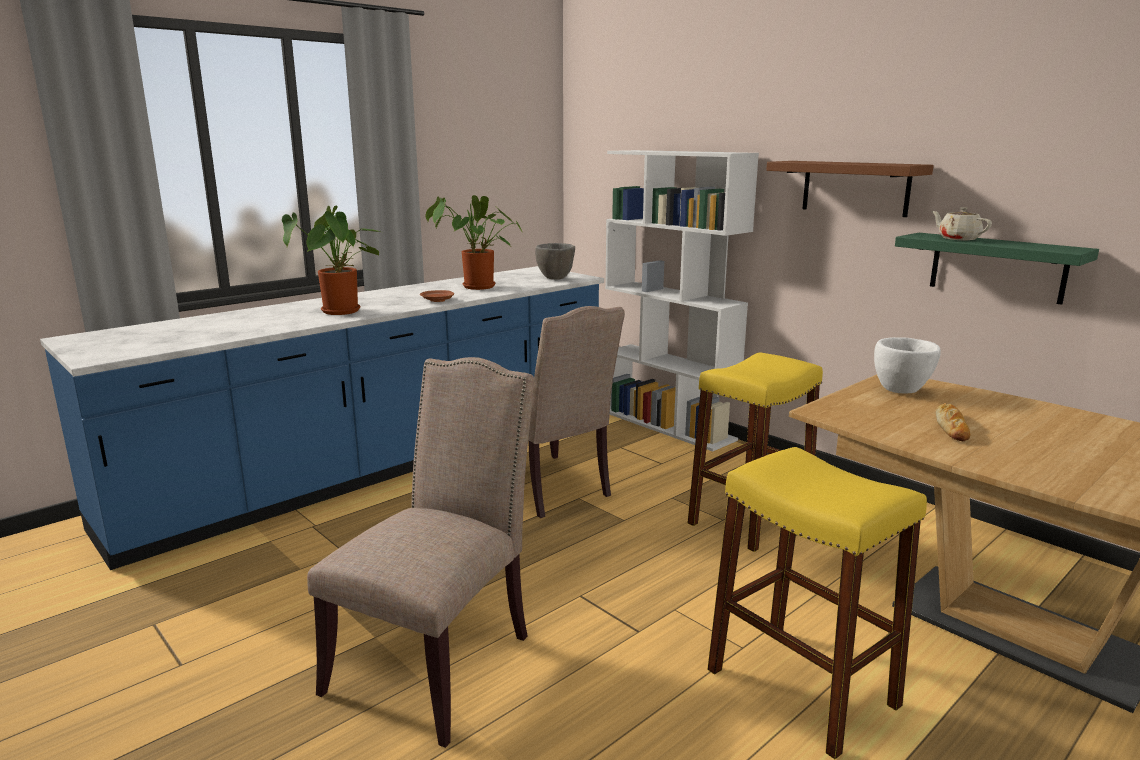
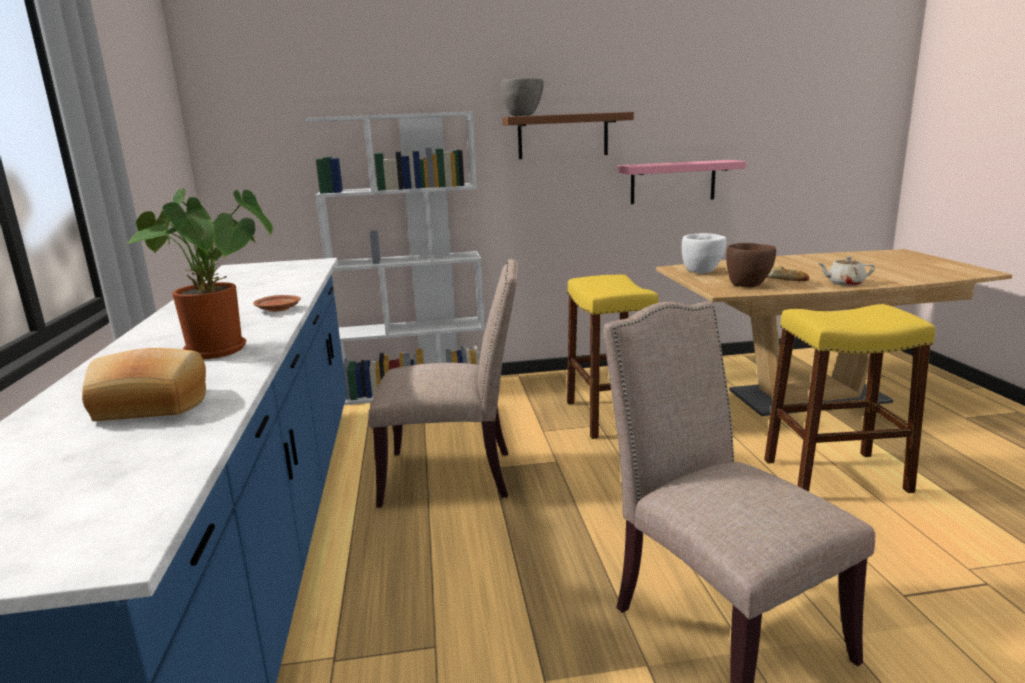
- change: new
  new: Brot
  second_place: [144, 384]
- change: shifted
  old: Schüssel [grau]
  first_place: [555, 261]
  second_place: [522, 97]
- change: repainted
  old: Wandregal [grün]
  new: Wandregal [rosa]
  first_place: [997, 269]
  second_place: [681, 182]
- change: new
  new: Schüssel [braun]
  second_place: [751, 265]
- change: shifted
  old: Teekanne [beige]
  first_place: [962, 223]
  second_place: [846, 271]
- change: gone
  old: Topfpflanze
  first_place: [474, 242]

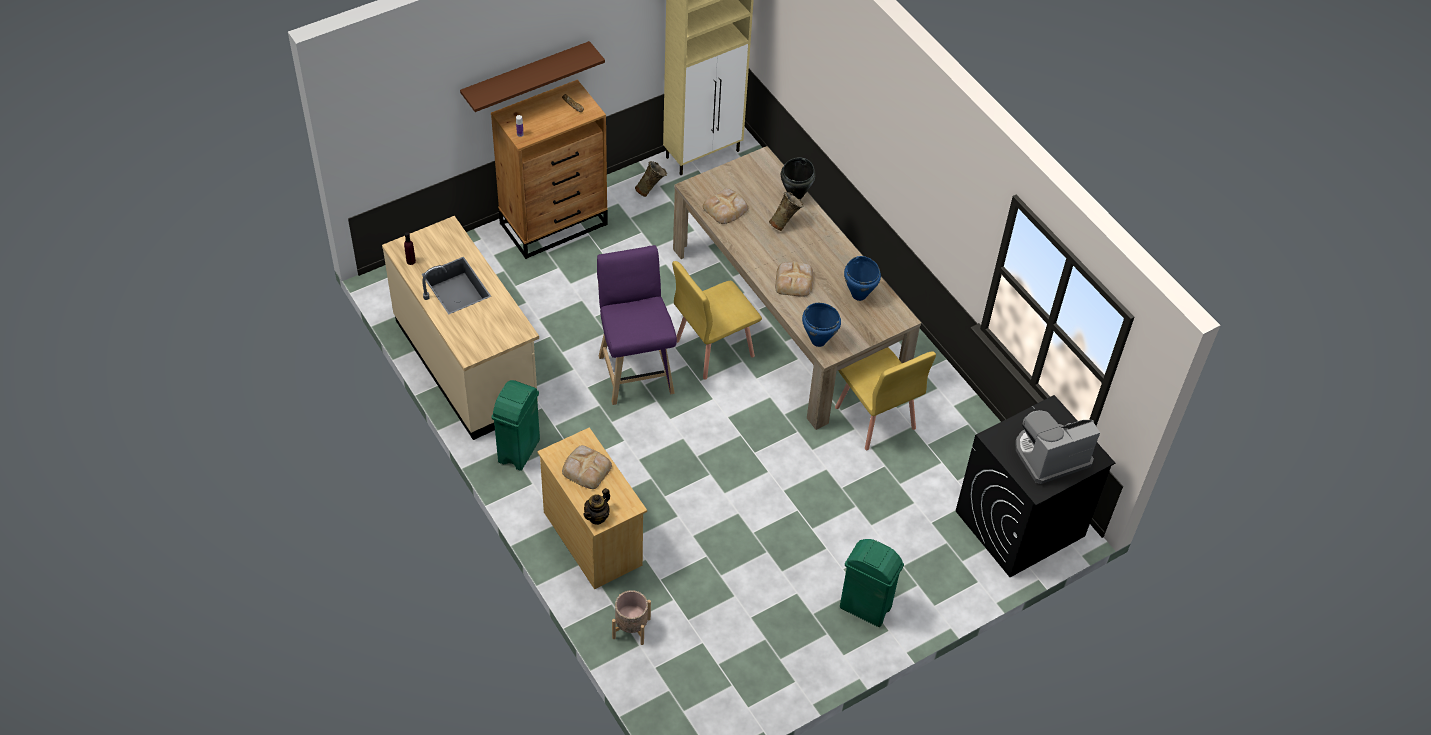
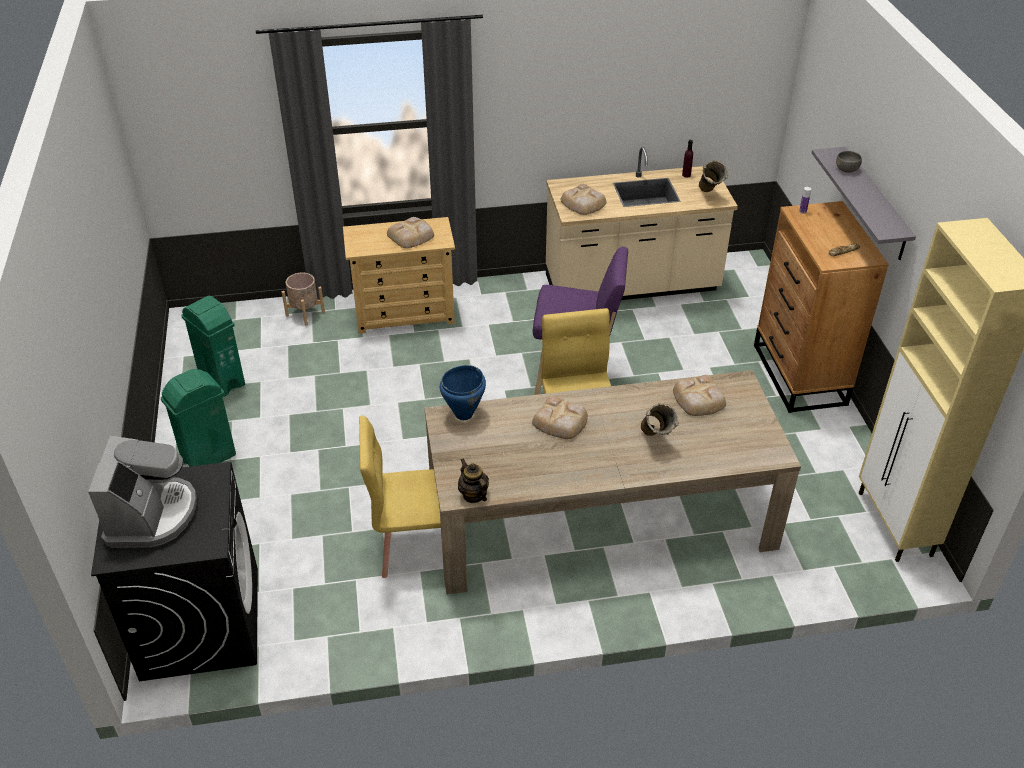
- change: shifted
  old: Mülleimer [grün]
  first_place: [515, 425]
  second_place: [213, 346]
- change: shifted
  old: Teekanne
  first_place: [596, 506]
  second_place: [473, 480]
- change: new
  new: Brot
  second_place: [583, 199]
- change: shifted
  old: Vase [beige]
  first_place: [651, 179]
  second_place: [713, 176]
- change: repainted
  old: Wandregal [braun]
  new: Wandregal [grau]
  first_place: [532, 76]
  second_place: [864, 203]
- change: new
  new: Schüssel [grau]
  second_place: [849, 162]
- change: gone
  old: Kochtopf [schwarz]
  first_place: [798, 178]
- change: gone
  old: Kochtopf [blau]
  first_place: [862, 278]

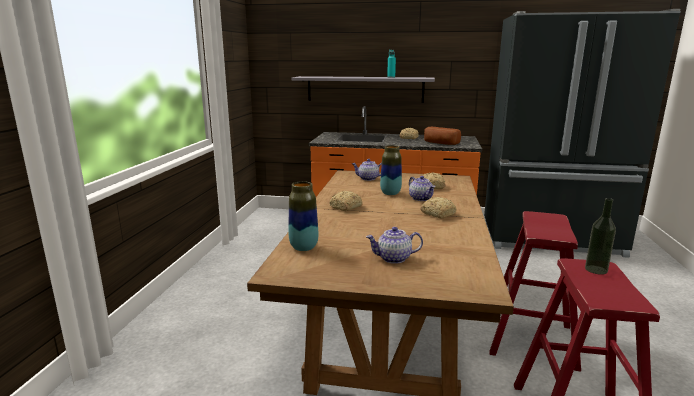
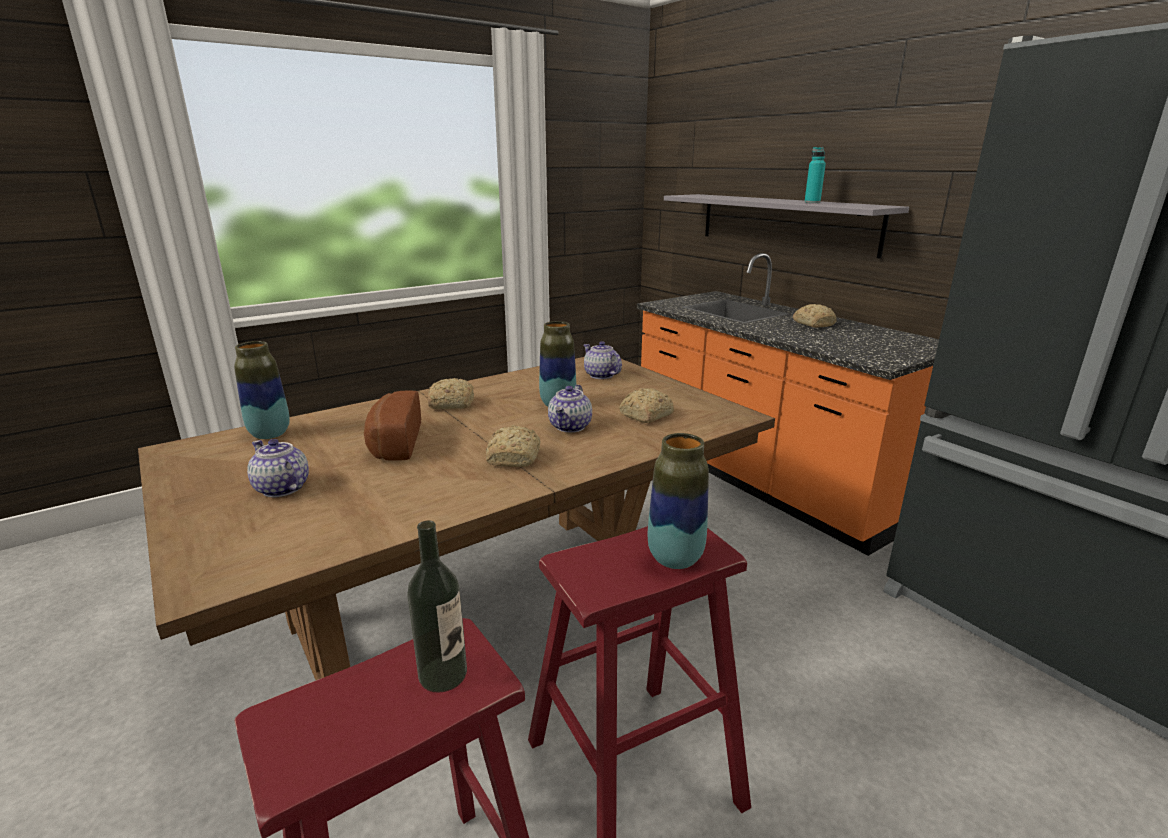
- change: shifted
  old: Brot
  first_place: [442, 136]
  second_place: [392, 425]
- change: new
  new: Vase
  second_place: [678, 501]

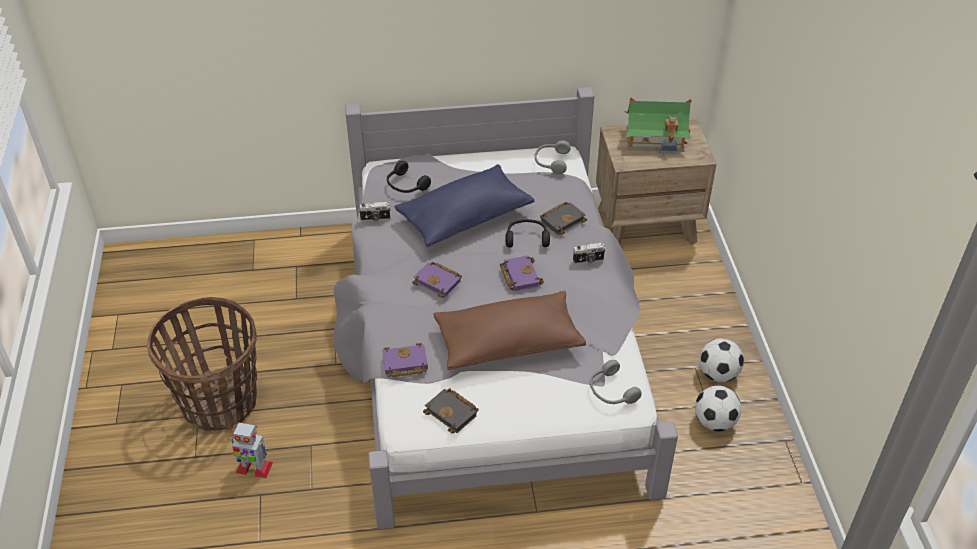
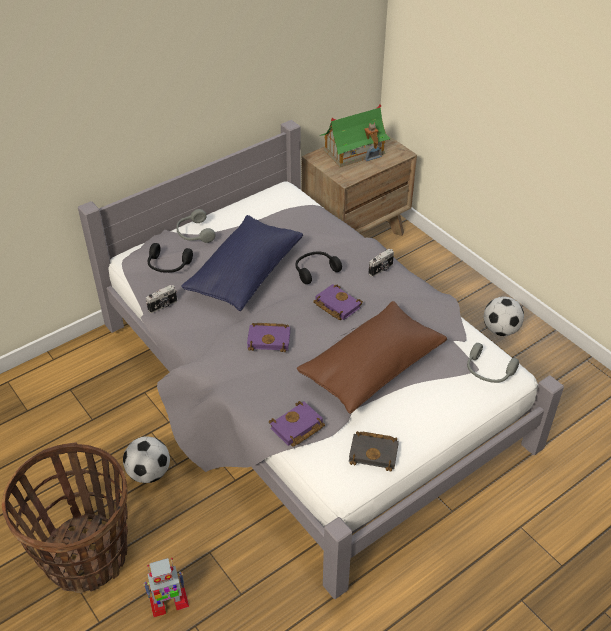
- change: shifted
  old: Fußball
  first_place: [718, 408]
  second_place: [146, 460]
- change: shifted
  old: Kopfhörer [grau]
  first_place: [553, 157]
  second_place: [196, 226]
- change: gone
  old: Buch [schwarz]
  first_place: [563, 218]

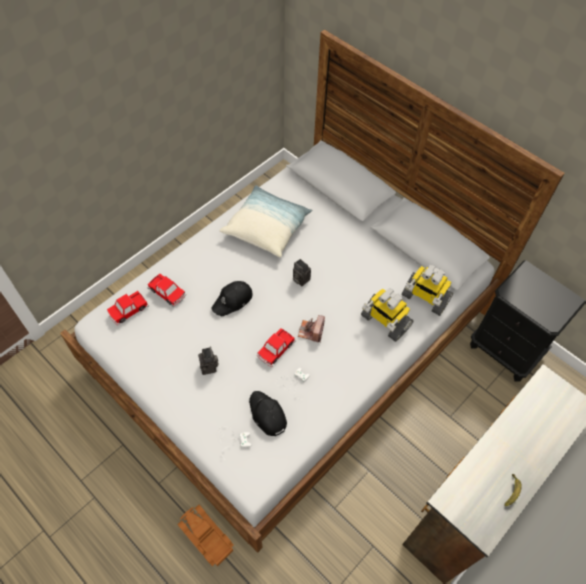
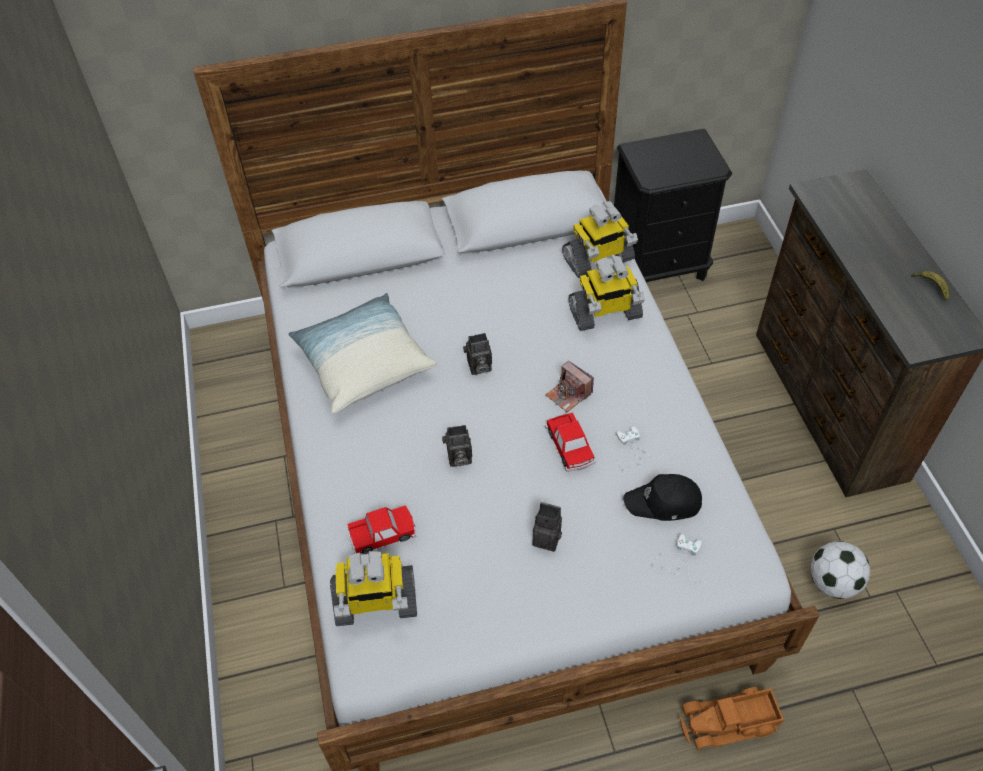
- change: swapped
  old: Spielzeugauto
  new: Spielzeugroboter
  first_place: [128, 308]
  second_place: [373, 588]
- change: swapped
  old: Kappe [schwarz]
  new: Kamera
  first_place: [232, 298]
  second_place: [457, 446]
- change: new
  new: Fußball
  second_place: [840, 570]

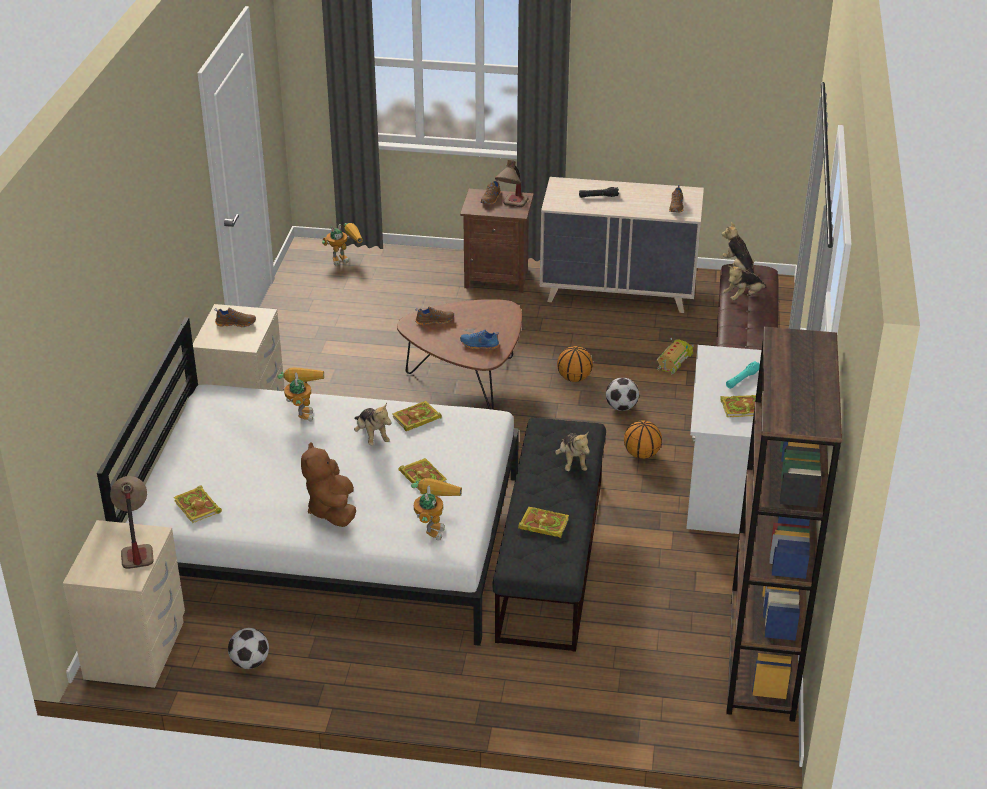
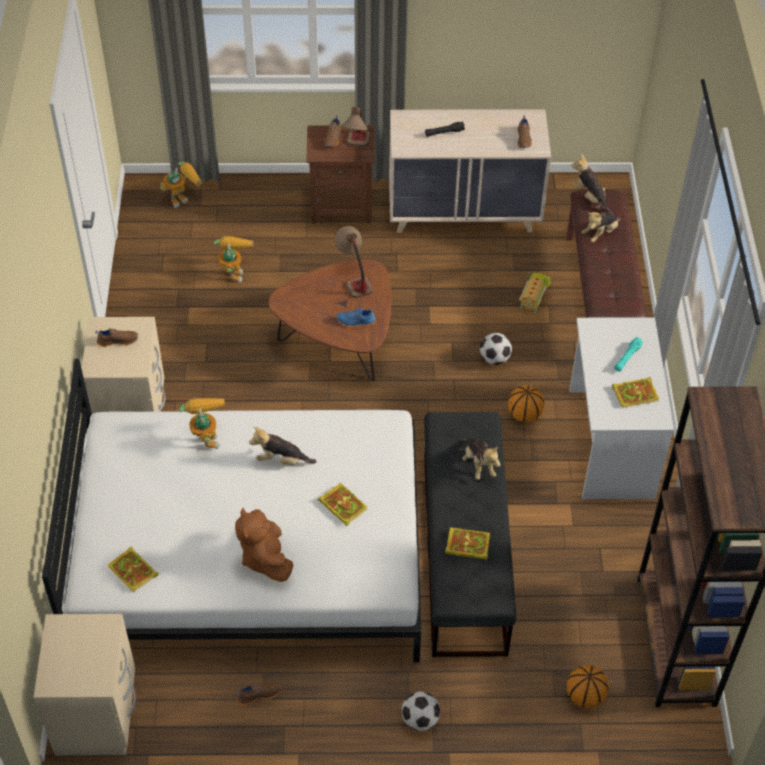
- change: shifted
  old: Spielzeugroboter
  first_place: [436, 509]
  second_place: [233, 259]
- change: shifted
  old: Schuh [braun]
  first_place: [434, 315]
  second_place: [258, 693]
- change: rotated
  old: Plüschtier
  first_place: [372, 424]
  second_place: [283, 446]
  degrees: 135
- change: shifted
  old: Tischlampe
  first_place: [131, 522]
  second_place: [354, 262]
- change: shifted
  old: Fußball
  first_place: [248, 648]
  second_place: [421, 711]
- change: shifted
  old: Basketball
  first_place: [575, 364]
  second_place: [588, 686]
- change: gone
  old: Buch
  first_place: [417, 416]

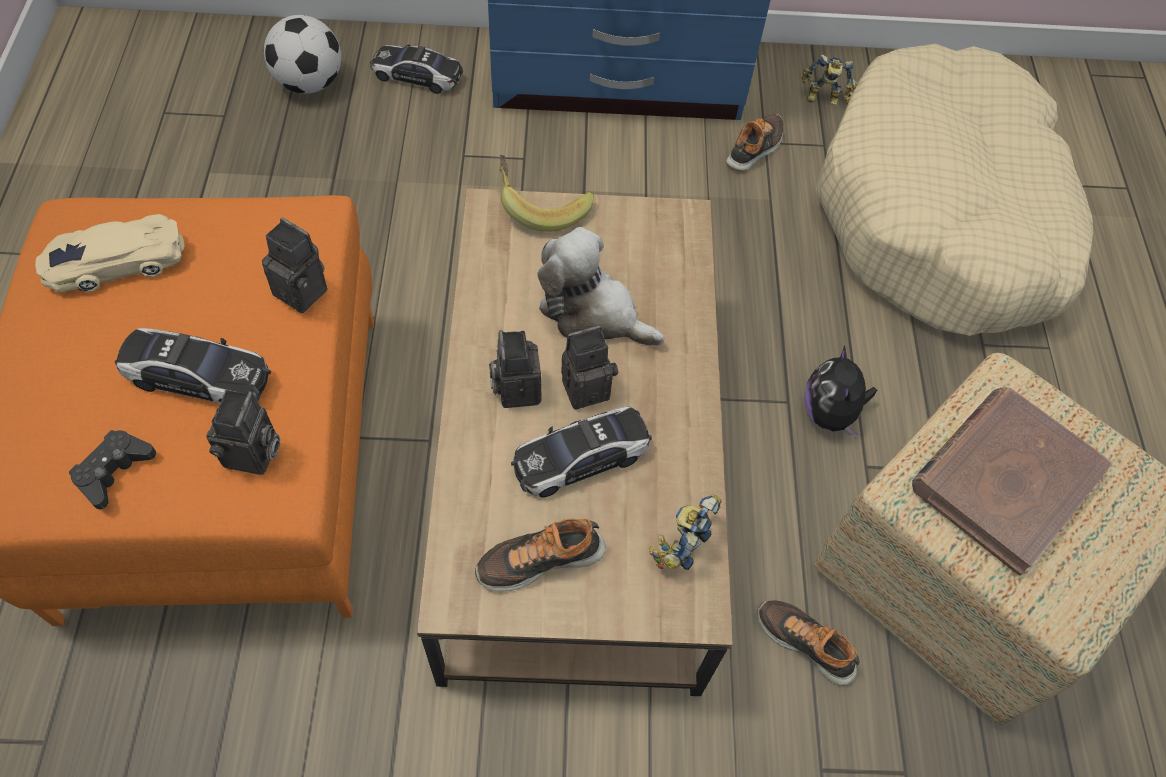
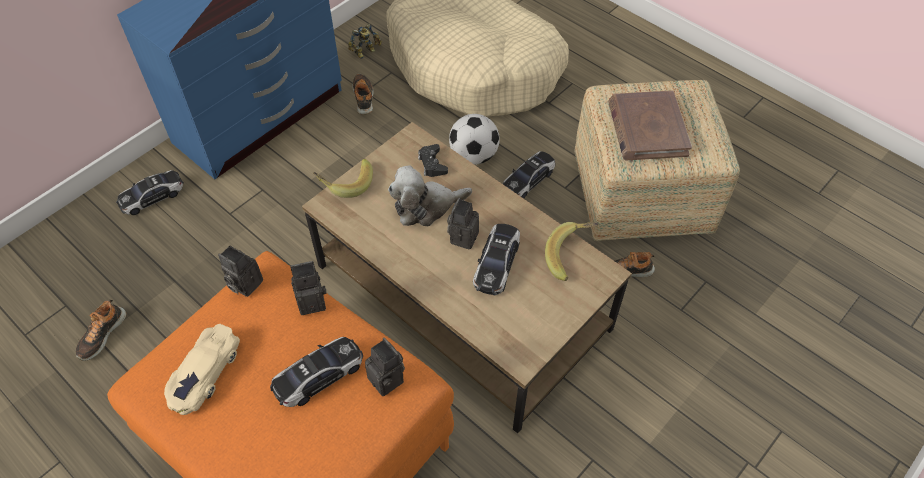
- change: shifted
  old: Schuh
  first_place: [540, 555]
  second_place: [101, 330]
- change: shifted
  old: Kamera
  first_place: [515, 369]
  second_place: [240, 271]
- change: shifted
  old: Gamepad [schwarz]
  first_place: [112, 469]
  second_place: [433, 160]
- change: shifted
  old: Fußball
  first_place: [302, 54]
  second_place: [474, 139]
- change: swapped
  old: Plüschtier
  new: Spielzeugauto
  first_place: [840, 392]
  second_place: [528, 175]
- change: swapped
  old: Spielzeugroboter
  new: Banane
  first_place: [685, 532]
  second_place: [571, 251]

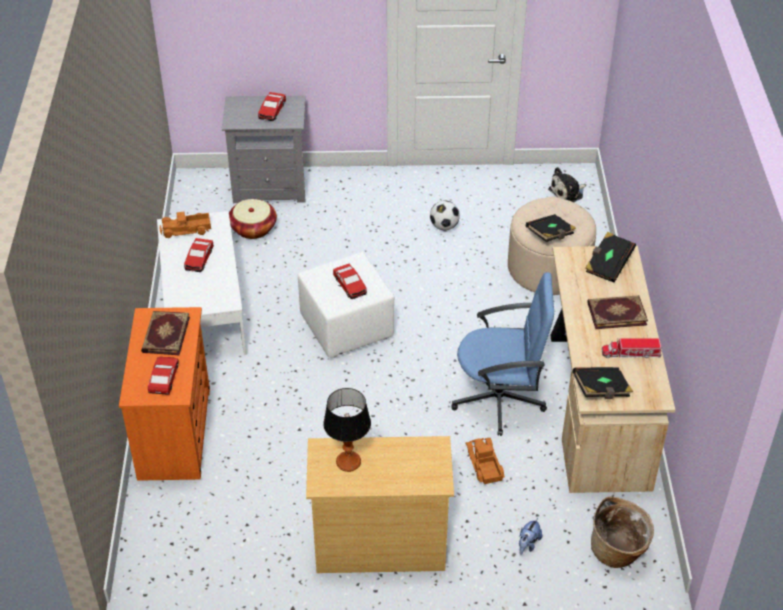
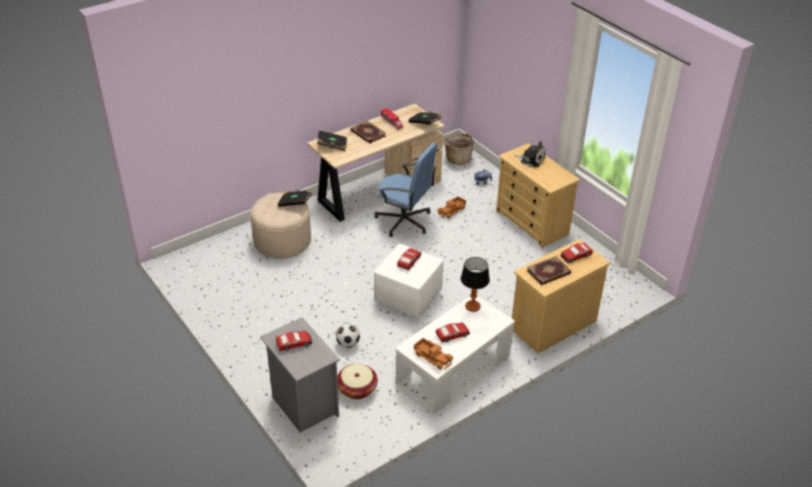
- change: shifted
  old: Fußball
  first_place: [445, 215]
  second_place: [348, 335]
- change: rotated
  old: Bürostuhl [blau]
  first_place: [502, 354]
  second_place: [405, 190]
  degrees: 150
- change: shifted
  old: Tischlampe
  first_place: [347, 430]
  second_place: [475, 284]
- change: repainted
  old: Kommode [orange]
  new: Kommode [beige]
  first_place: [164, 394]
  second_place: [561, 296]
- change: shifted
  old: Plüschtier
  first_place: [567, 184]
  second_place: [530, 154]

